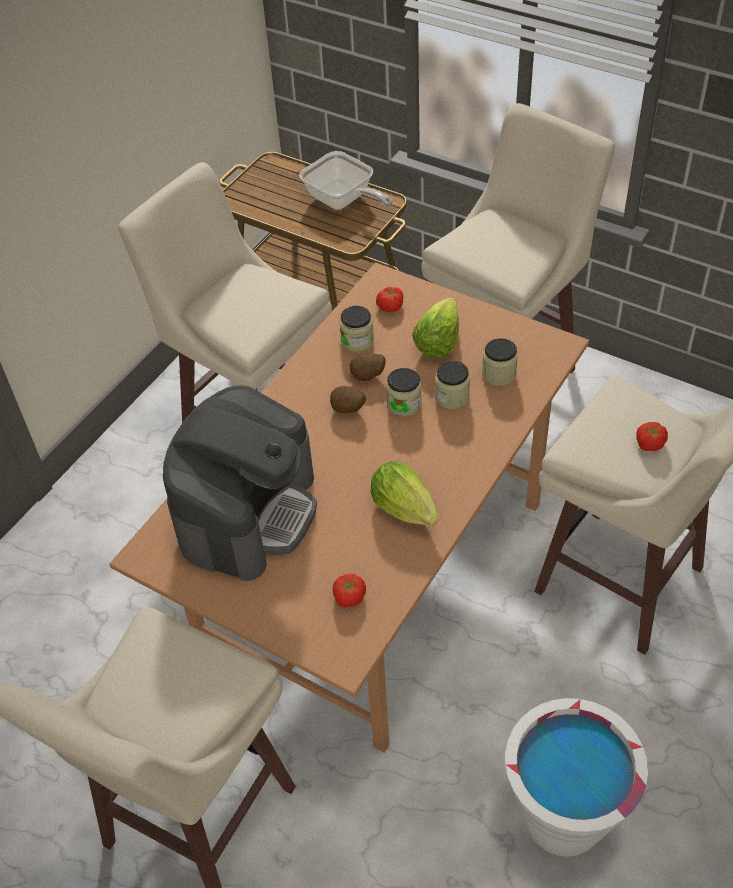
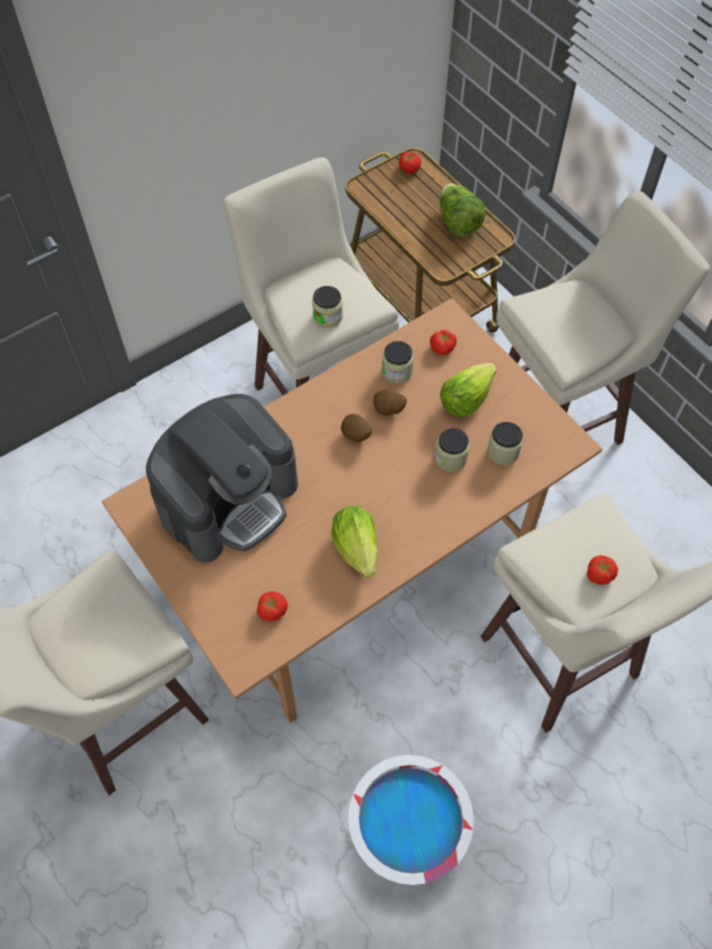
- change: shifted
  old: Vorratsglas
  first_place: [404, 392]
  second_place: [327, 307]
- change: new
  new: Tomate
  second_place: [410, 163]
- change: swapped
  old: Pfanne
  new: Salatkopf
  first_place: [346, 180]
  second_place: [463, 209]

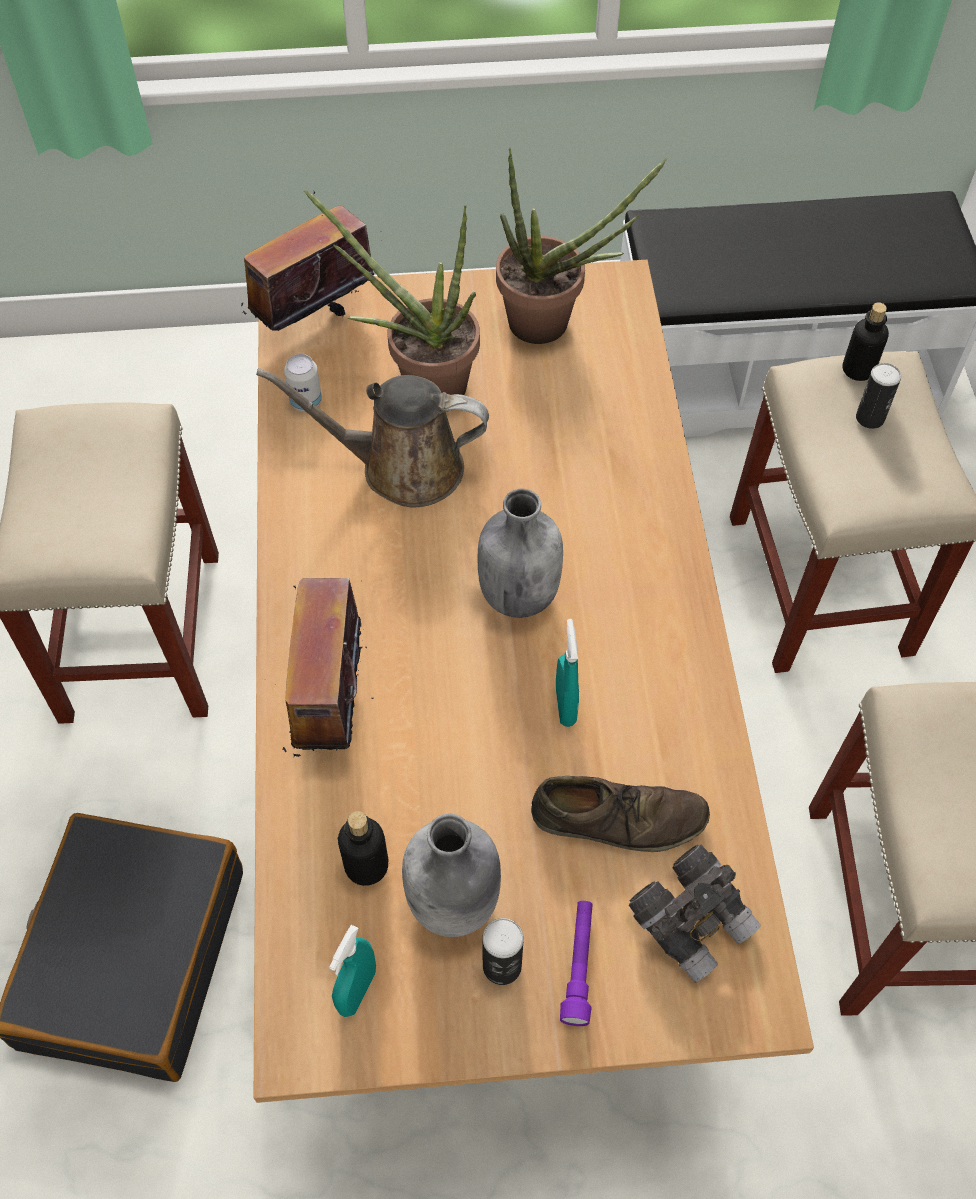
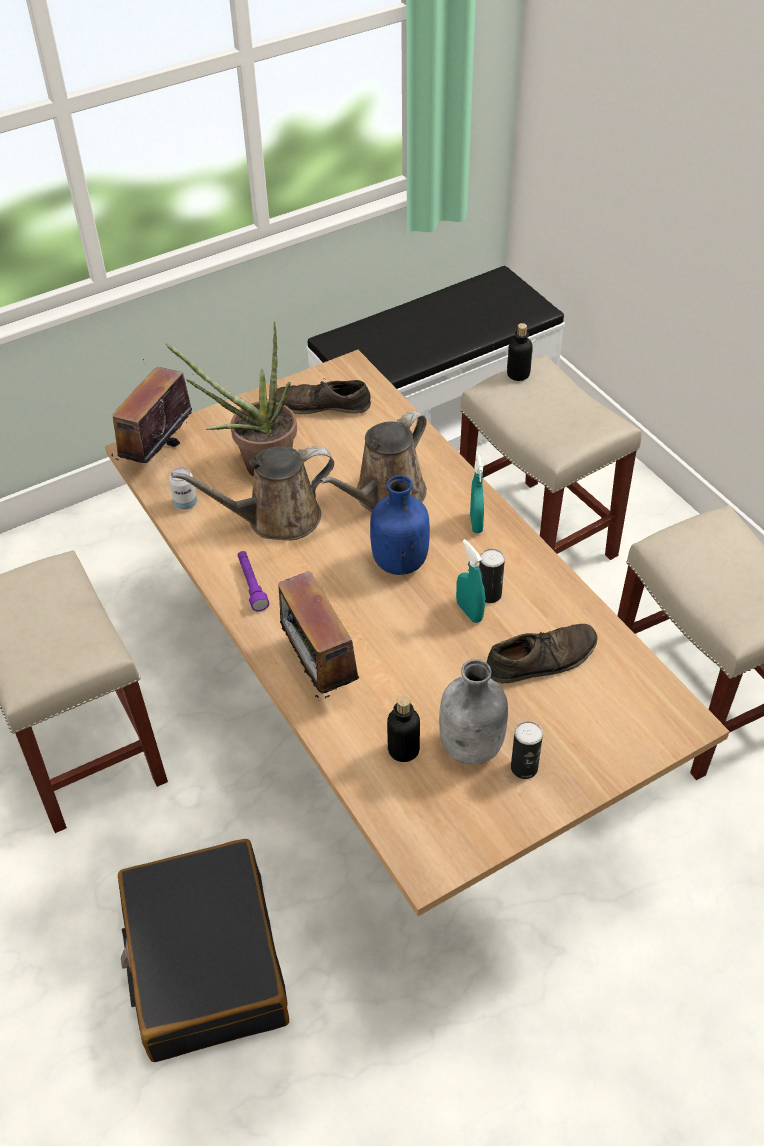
- change: shifted
  old: Taschenlampe [lila]
  first_place: [576, 963]
  second_place: [253, 581]
- change: swapped
  old: Topfpflanze
  new: Schuh [braun]
  first_place: [581, 246]
  second_place: [323, 396]
- change: new
  new: Gießkanne [braun]
  second_place: [373, 461]
- change: repainted
  old: Flasche [grau]
  new: Flasche [blau]
  first_place: [520, 553]
  second_place: [400, 525]
- change: shifted
  old: Sprühflasche [türkis]
  first_place: [352, 971]
  second_place: [477, 494]
- change: shifted
  old: Dose
  first_place: [878, 396]
  second_place: [492, 576]
- change: gone
  old: Fernglas [grau]
  first_place: [695, 913]

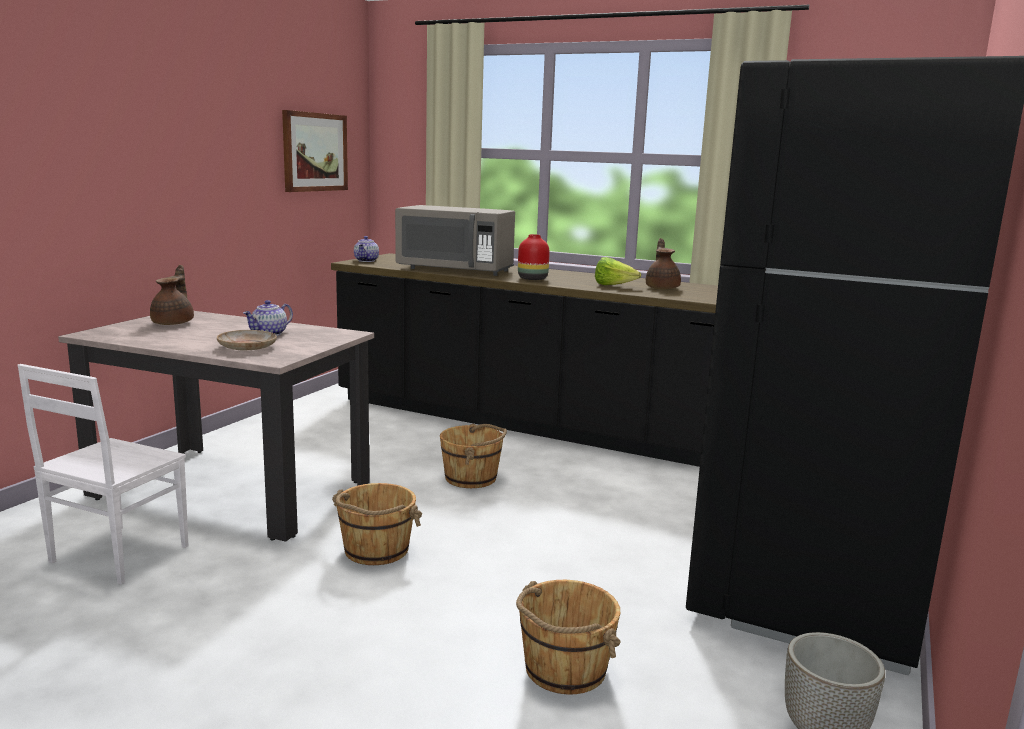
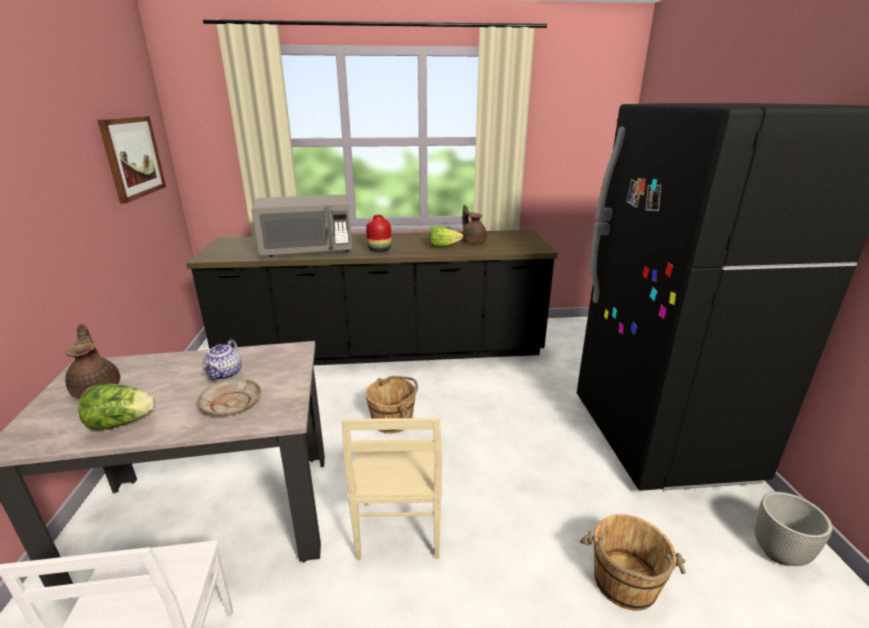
- change: new
  new: Salatkopf
  second_place: [116, 407]
- change: swapped
  old: Eimer [braun]
  new: Stuhl [beige]
  first_place: [377, 524]
  second_place: [392, 489]
- change: gone
  old: Teekanne
  first_place: [366, 249]

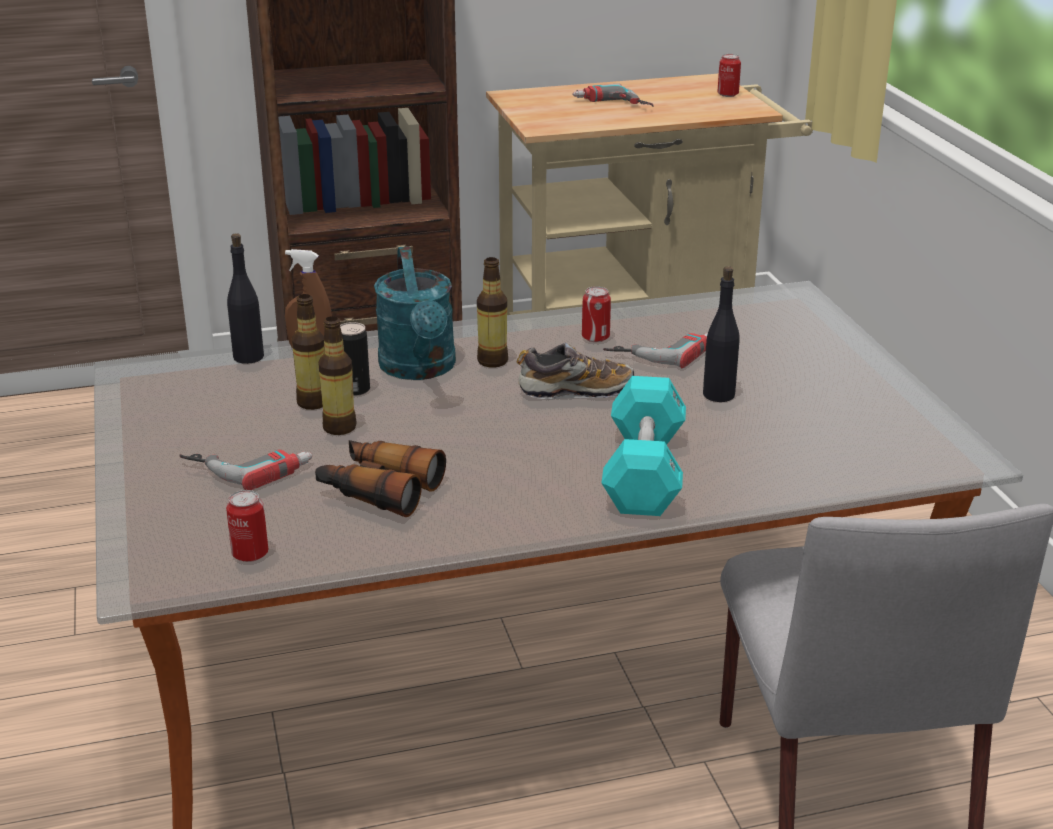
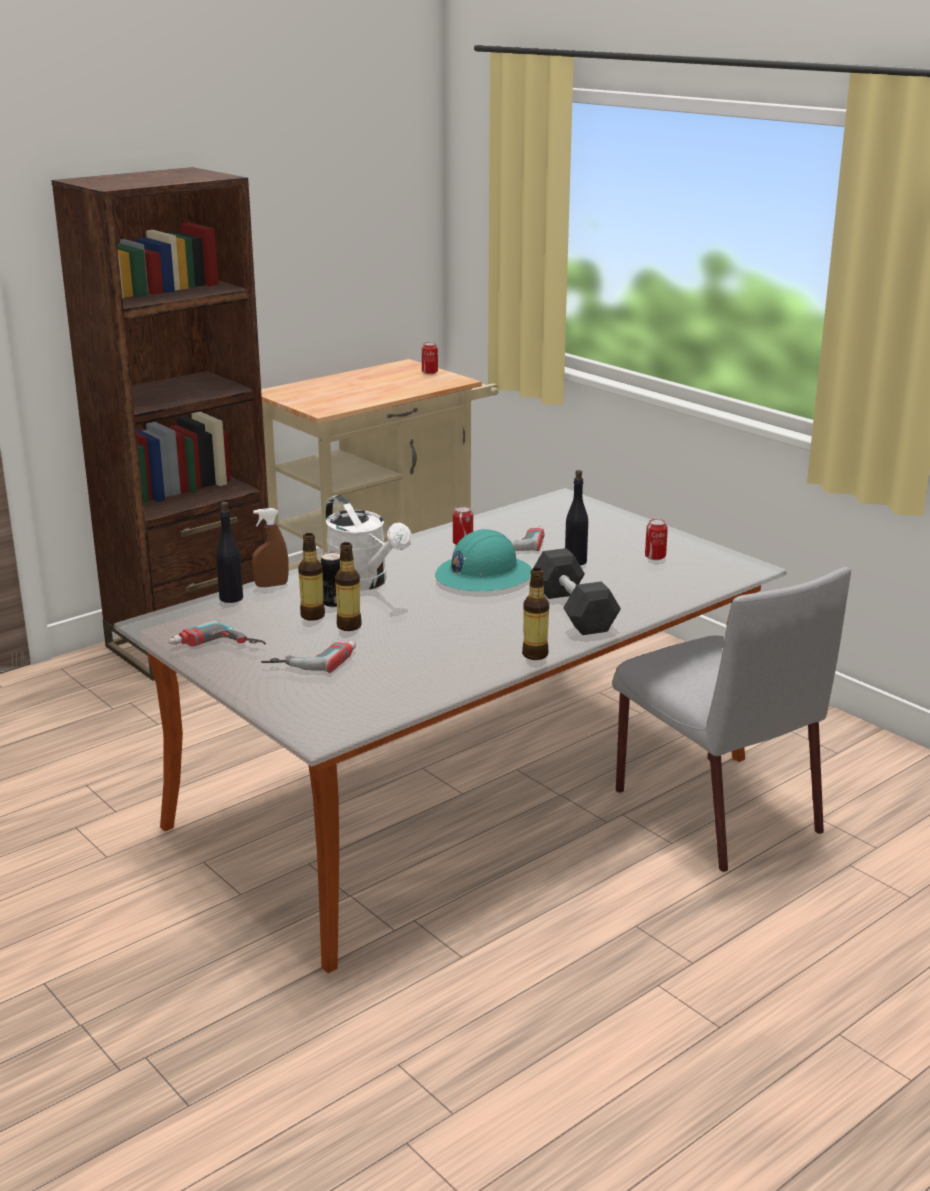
- change: shifted
  old: Bohrmaschine
  first_place: [613, 95]
  second_place: [217, 633]
- change: repainted
  old: Gießkanne [türkis]
  new: Gießkanne [weiß]
  first_place: [415, 313]
  second_place: [368, 543]
- change: swapped
  old: Schuh
  new: Schutzhelm [türkis]
  first_place: [575, 371]
  second_place: [483, 560]
- change: shifted
  old: Flasche
  first_place: [492, 312]
  second_place: [535, 614]
- change: repainted
  old: Hantel [türkis]
  new: Hantel [schwarz]
  first_place: [643, 446]
  second_place: [577, 591]
- change: shifted
  old: Dose
  first_place: [247, 526]
  second_place: [656, 539]
- change: gone
  old: Fernglas
  first_place: [380, 478]

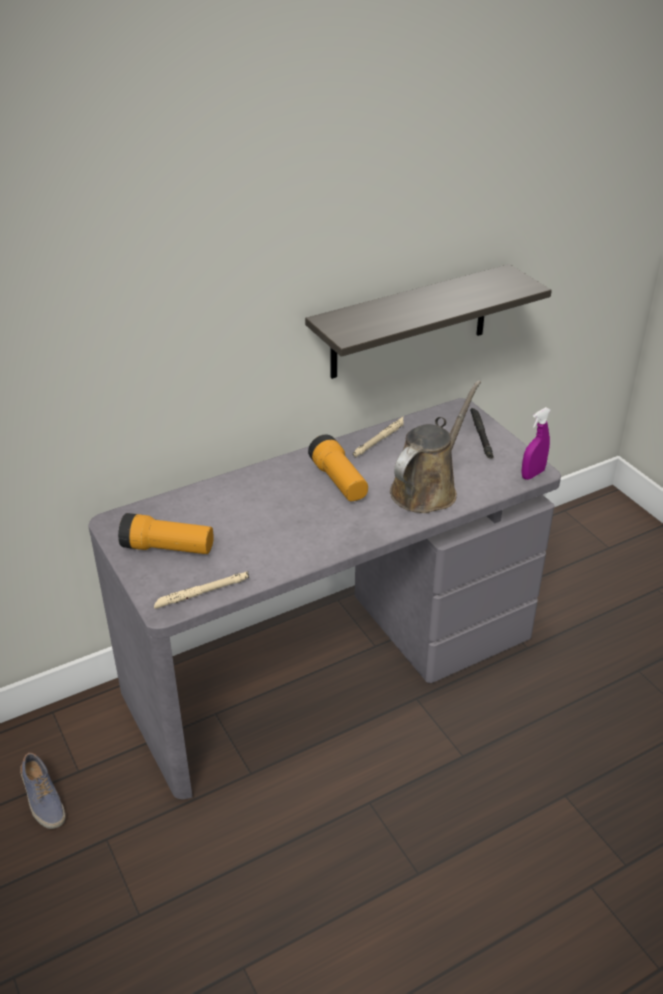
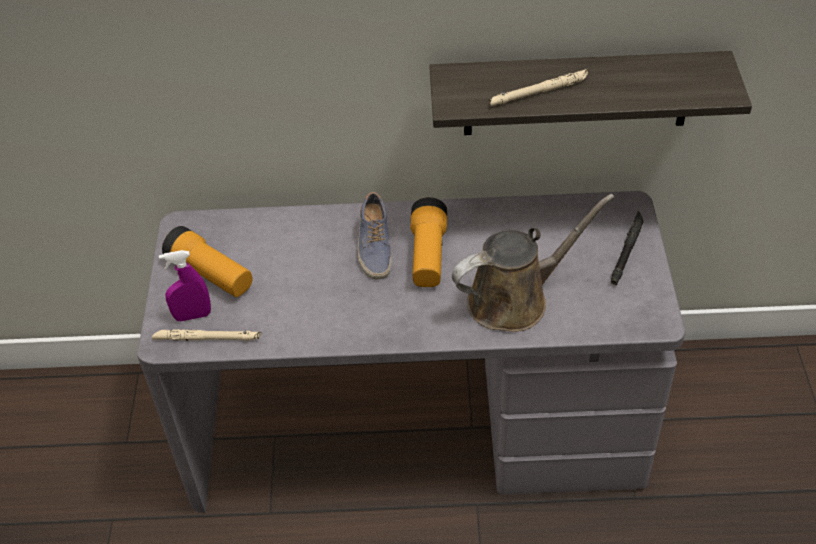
- change: shifted
  old: Sprühflasche [lila]
  first_place: [536, 443]
  second_place: [185, 285]
- change: shifted
  old: Schuh
  first_place: [42, 791]
  second_place: [374, 235]
- change: shifted
  old: Taschenlampe [beige]
  first_place: [378, 437]
  second_place: [539, 87]

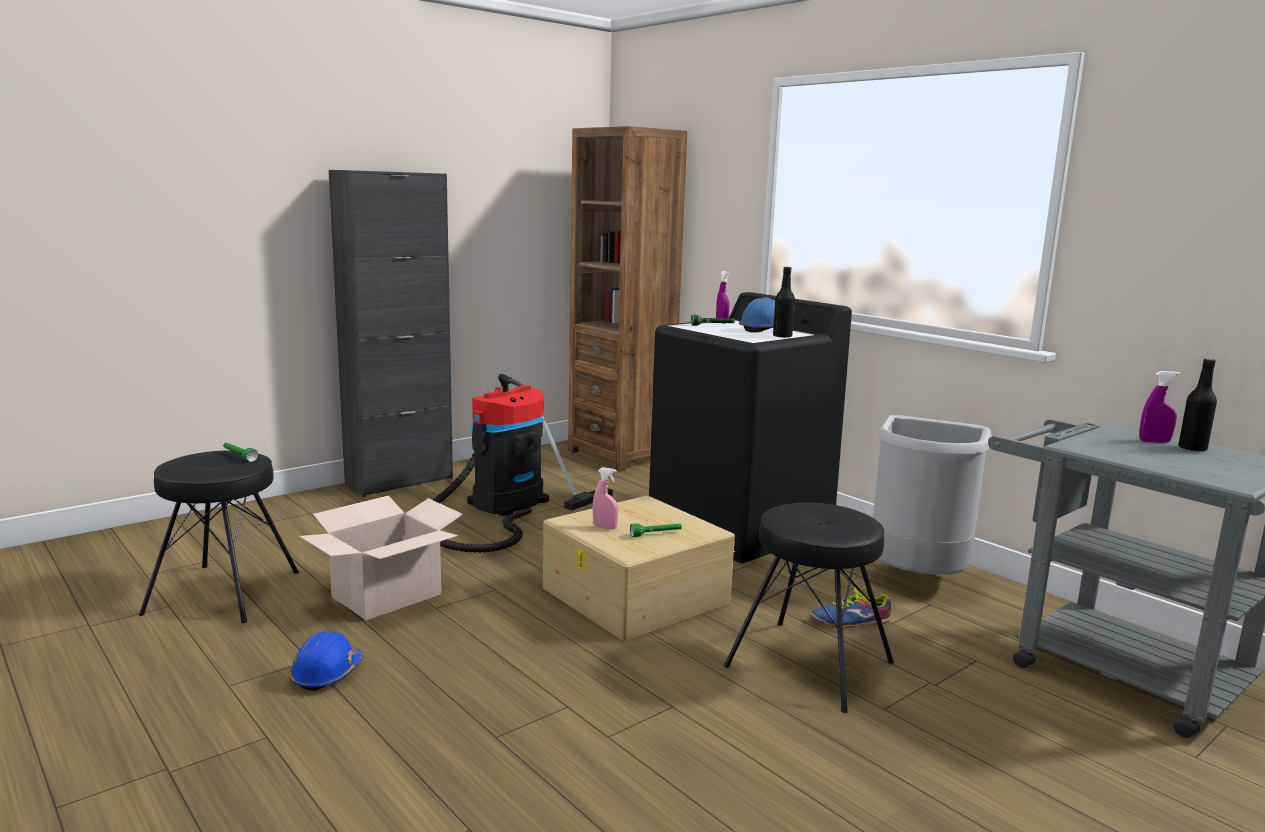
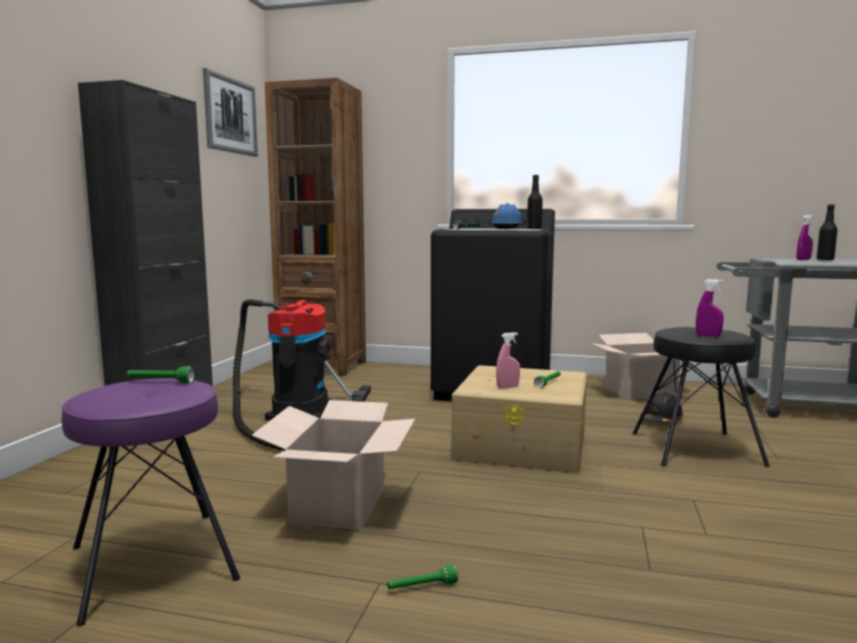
- change: repainted
  old: Hocker [schwarz]
  new: Hocker [lila]
  first_place: [219, 536]
  second_place: [150, 502]
- change: new
  new: Bild
  second_place: [230, 112]
- change: swapped
  old: Schutzhelm [blau]
  new: Taschenlampe [grün]
  first_place: [326, 661]
  second_place: [422, 576]
- change: swapped
  old: Mülleimer [grau]
  new: Karton
  first_place: [932, 495]
  second_place: [635, 366]
- change: swapped
  old: Schuh
  new: Schutzhelm [schwarz]
  first_place: [851, 607]
  second_place: [662, 407]
- change: shifted
  old: Sprühflasche [lila]
  first_place: [723, 294]
  second_place: [710, 308]

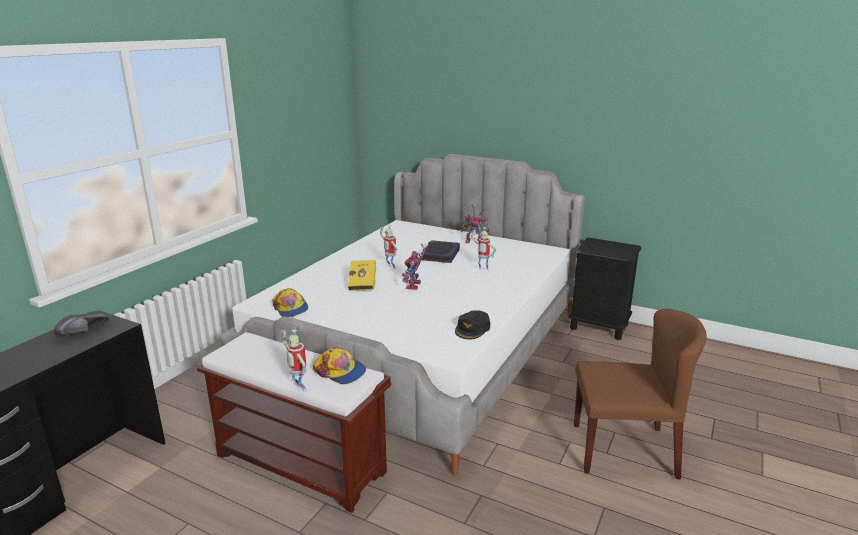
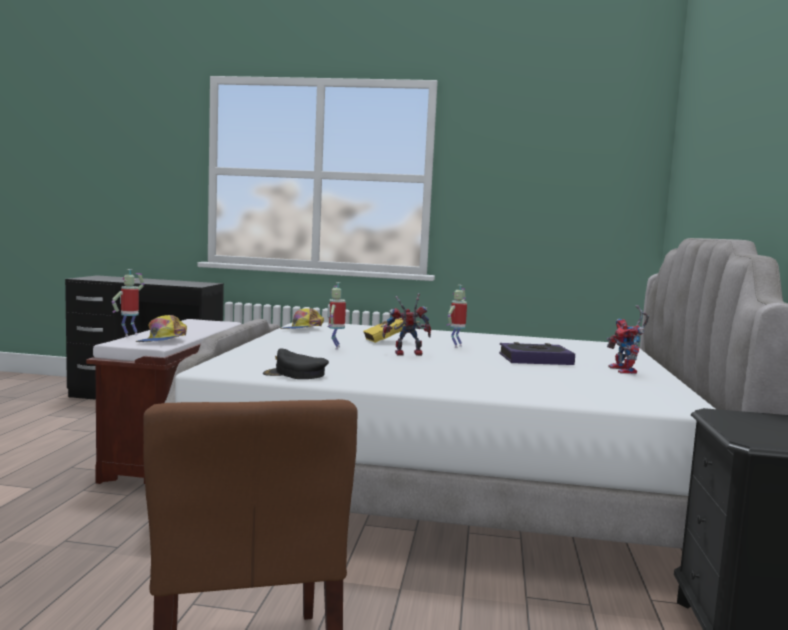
- change: shifted
  old: Spielzeugroboter
  first_place: [483, 248]
  second_place: [336, 316]
- change: gone
  old: Schuh [schwarz]
  first_place: [81, 323]

